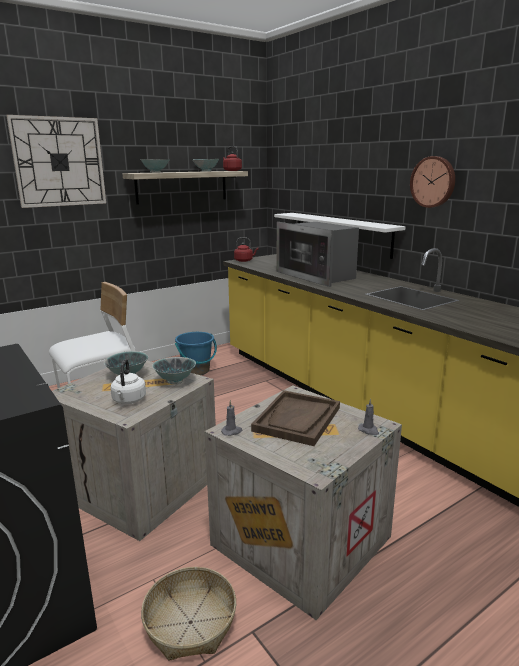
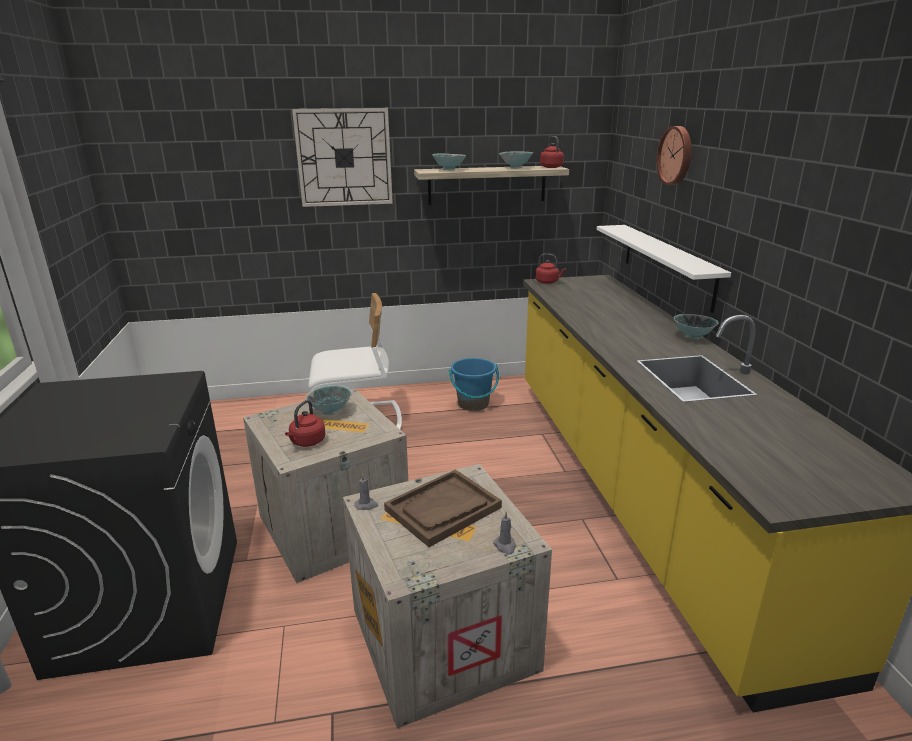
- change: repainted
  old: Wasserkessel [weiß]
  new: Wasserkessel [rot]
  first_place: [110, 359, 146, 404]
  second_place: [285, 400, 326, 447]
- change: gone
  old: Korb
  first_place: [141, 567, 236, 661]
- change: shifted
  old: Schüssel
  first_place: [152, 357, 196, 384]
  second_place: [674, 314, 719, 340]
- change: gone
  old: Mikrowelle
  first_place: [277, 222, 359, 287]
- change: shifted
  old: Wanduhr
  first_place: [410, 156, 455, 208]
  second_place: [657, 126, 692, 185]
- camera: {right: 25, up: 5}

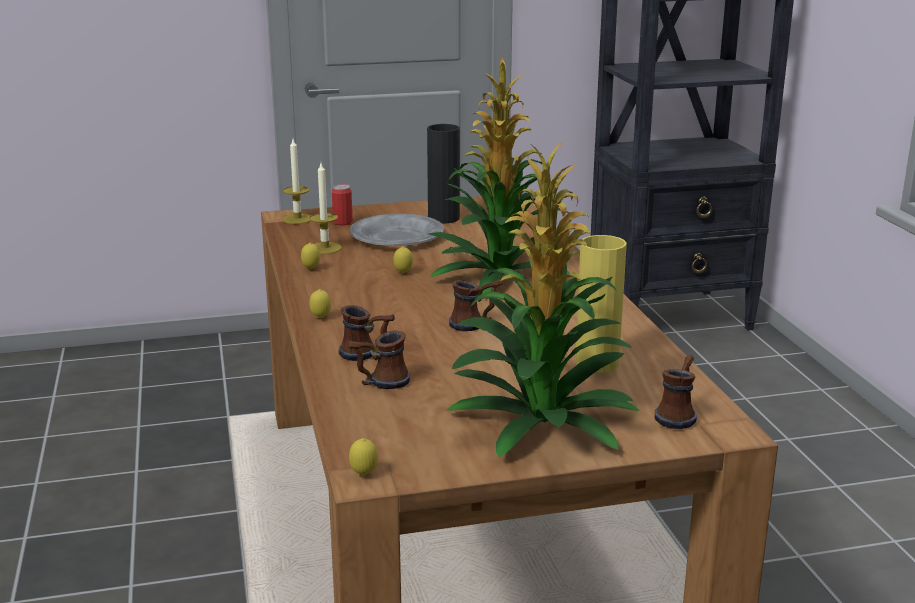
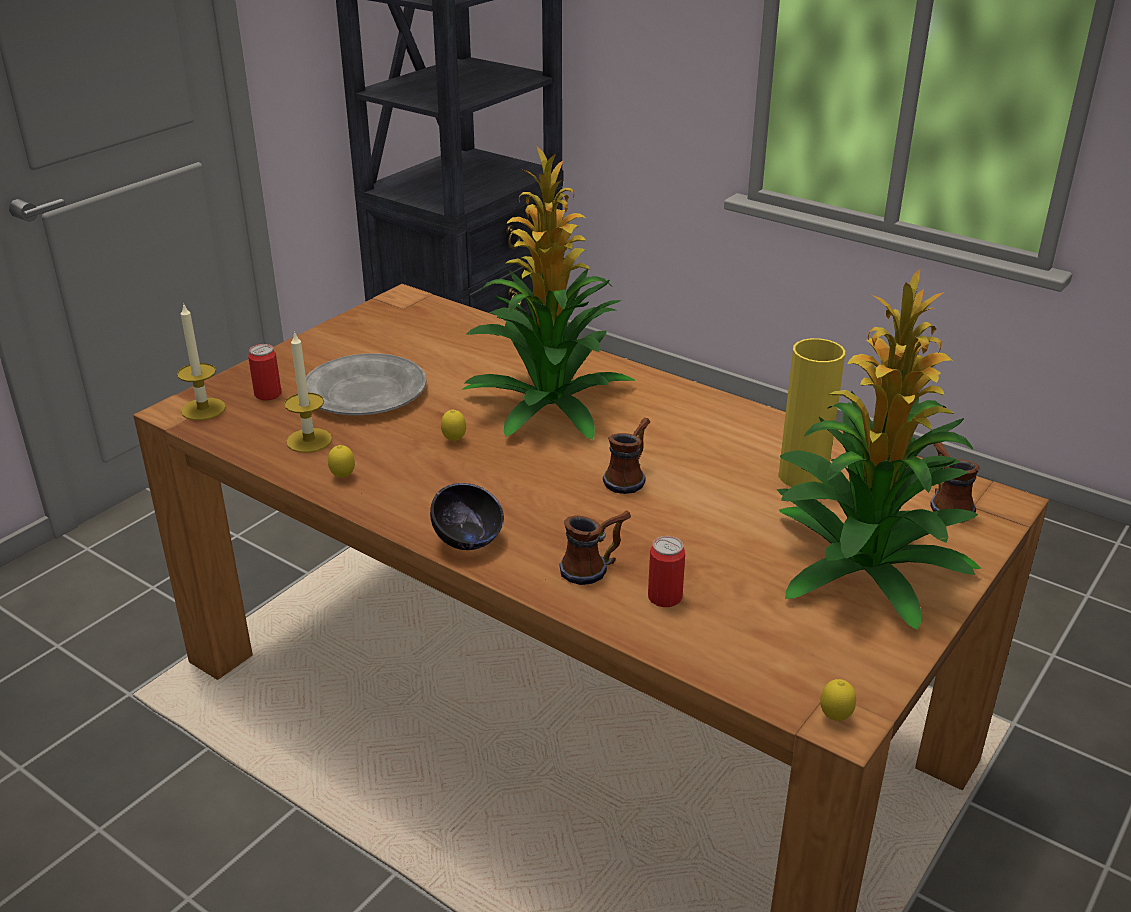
- change: swapped
  old: Zitrone
  new: Schüssel [schwarz]
  first_place: [309, 289, 331, 318]
  second_place: [430, 483, 504, 550]
- change: swapped
  old: Henkelbecher
  new: Dose
  first_place: [348, 330, 410, 389]
  second_place: [648, 536, 685, 607]
- change: gone
  old: Vase [schwarz]
  first_place: [427, 124, 460, 223]
- camera: {right: -40, up: 10}

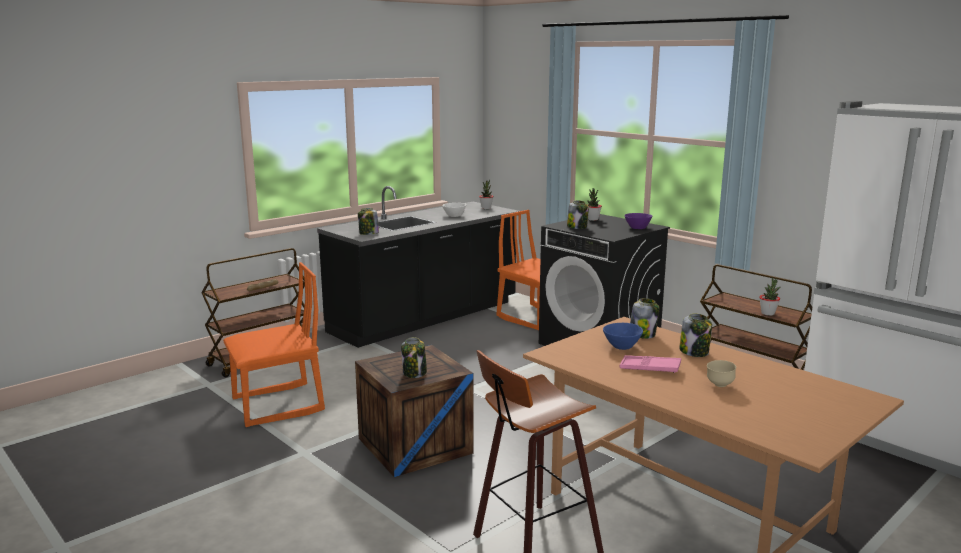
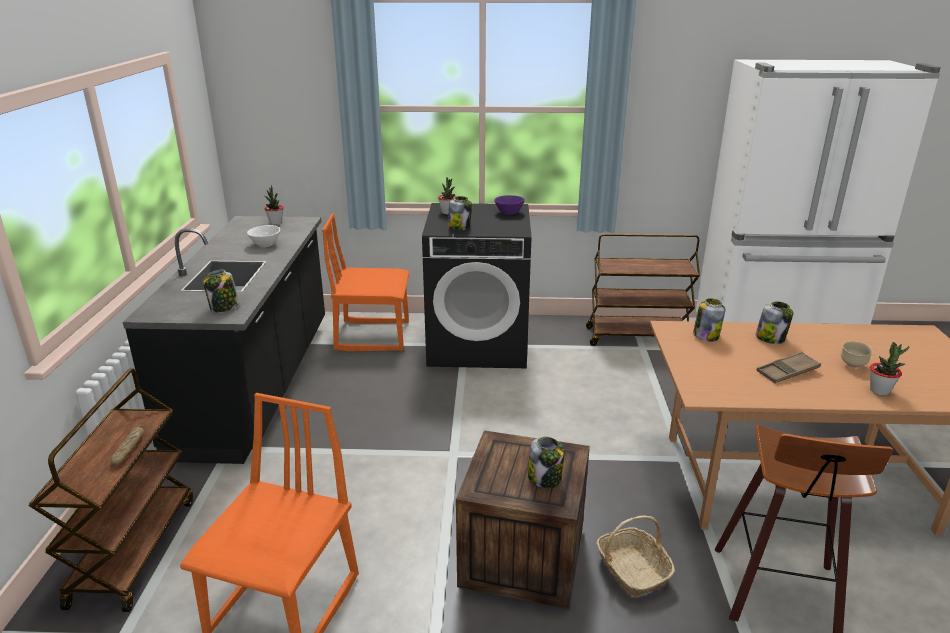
- change: gone
  old: Schüssel [blau]
  first_place: [603, 323, 643, 350]
- change: repainted
  old: Tablett [rosa]
  new: Tablett [braun]
  first_place: [620, 355, 681, 373]
  second_place: [756, 352, 821, 383]
- change: shifted
  old: Topfpflanze
  first_place: [759, 277, 781, 316]
  second_place: [870, 342, 909, 395]
- change: new
  new: Korb
  second_place: [596, 515, 675, 597]
- camera: {right: -45, up: 10}

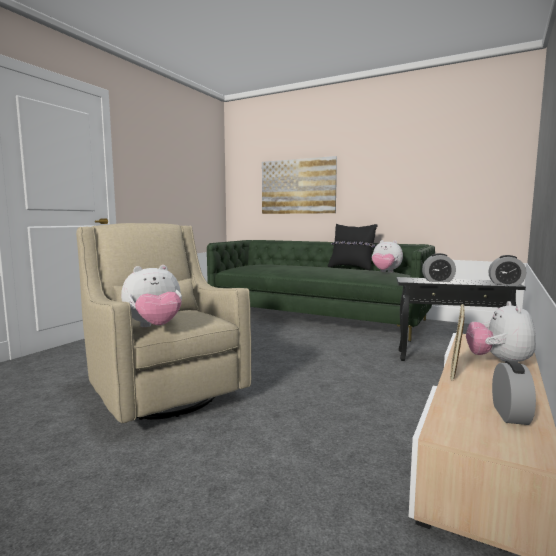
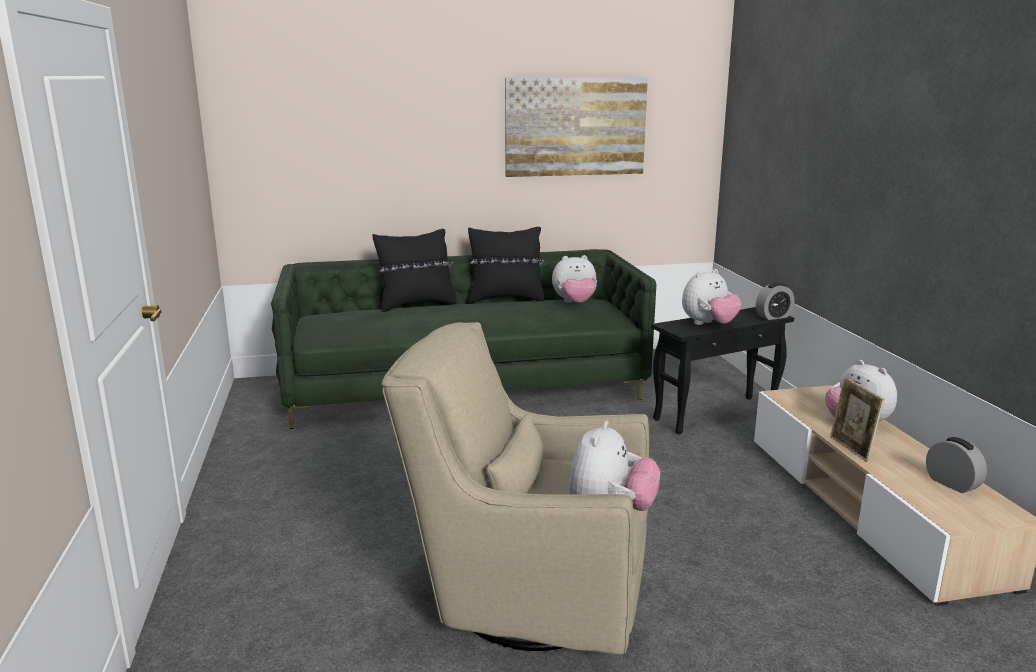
- change: shifted
  old: Bild
  first_place: [262, 156, 337, 214]
  second_place: [505, 78, 648, 177]
- change: swapped
  old: Wecker
  new: Plüschtier
  first_place: [422, 253, 456, 282]
  second_place: [682, 269, 742, 325]
- change: new
  new: Kissen [schwarz]
  second_place: [372, 229, 457, 312]
- camera: {right: -40, up: 10}

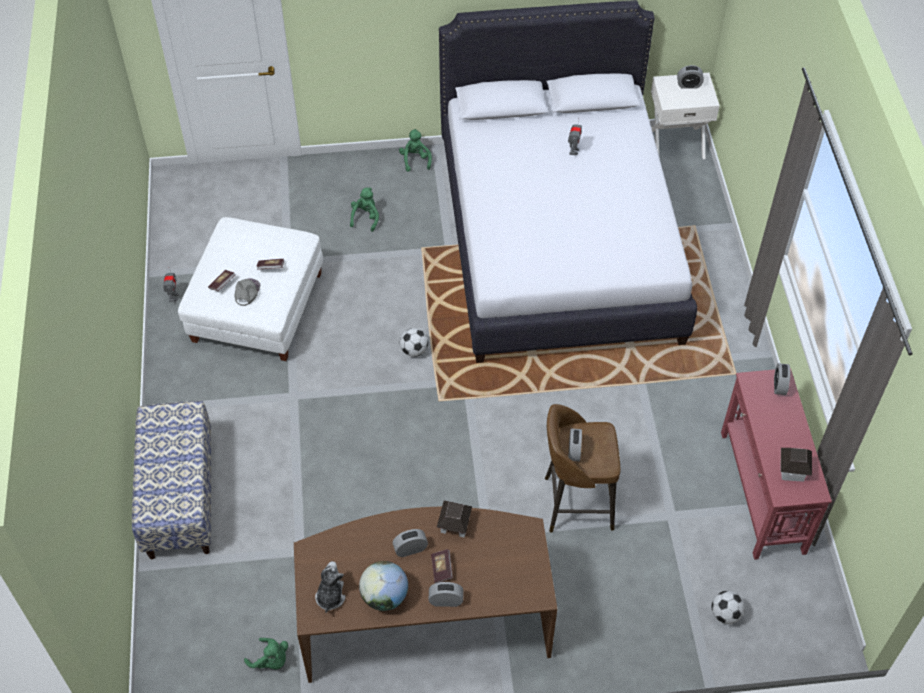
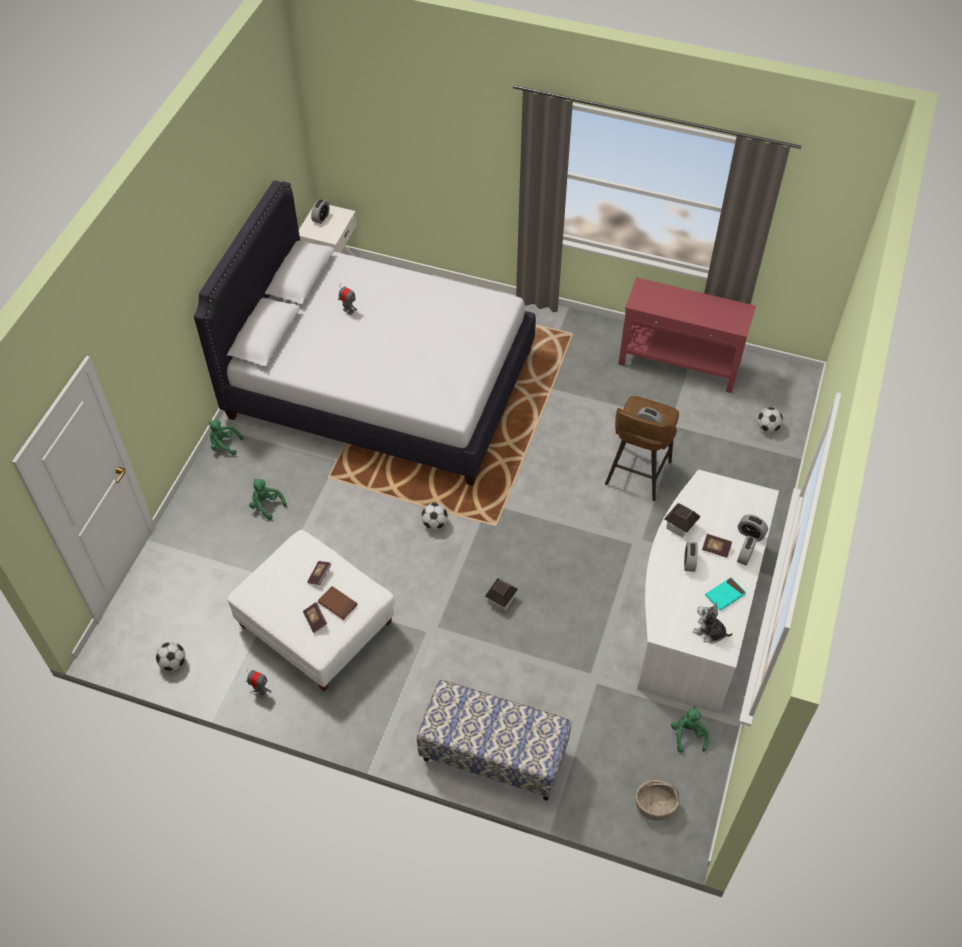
- change: swapped
  old: Kappe [grau]
  new: Buch [braun]
  first_place: [235, 278, 260, 306]
  second_place: [318, 586, 358, 620]
- change: rotated
  old: Plüschtier [grün]
  first_place: [244, 638, 288, 669]
  second_place: [671, 706, 709, 753]
  degrees: -60
- change: repainted
  old: Schreibtisch [braun]
  new: Schreibtisch [weiß]
  first_place: [294, 506, 557, 683]
  second_place: [637, 469, 779, 714]
- change: swapped
  old: Globus
  new: Buch [türkis]
  first_place: [359, 561, 408, 611]
  second_place: [705, 578, 746, 611]
- change: shifted
  old: Wecker
  first_place: [774, 363, 790, 395]
  second_place: [738, 515, 768, 541]
- change: shifted
  old: Spielzeughaus
  first_place: [780, 448, 812, 482]
  second_place: [485, 578, 518, 611]
- change: new
  new: Fußball
  second_place: [156, 642, 185, 671]
- change: new
  new: Korb
  second_place: [636, 780, 680, 821]
- camera: {right: -65, up: 0}

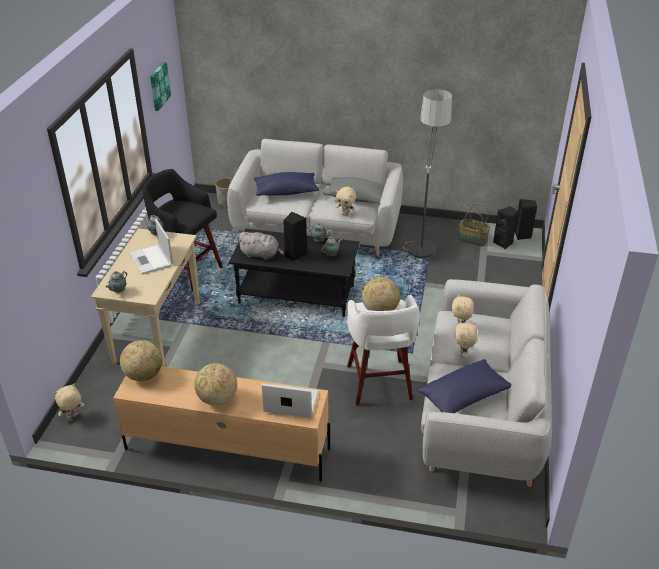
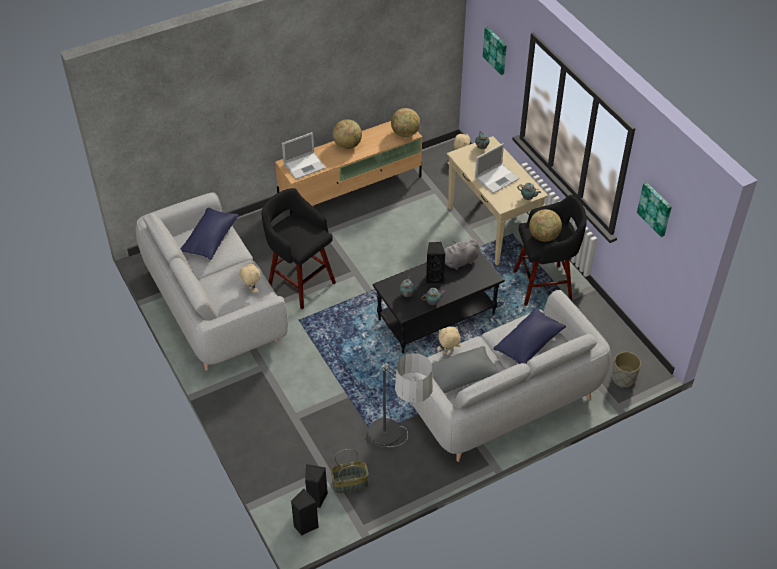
- change: rotated
  old: Laptop
  first_place: [129, 219, 173, 275]
  second_place: [475, 143, 520, 193]
  degrees: 120
- change: repainted
  old: Hocker [weiß]
  new: Hocker [schwarz]
  first_place: [346, 295, 420, 406]
  second_place: [261, 188, 336, 309]
- change: shifted
  old: Globus
  first_place: [362, 277, 400, 311]
  second_place: [529, 209, 562, 242]
- change: gone
  old: Plüschtier [beige]
  first_place: [455, 320, 477, 358]
- change: new
  new: Bild
  second_place: [483, 27, 507, 75]
- camera: {right: 140, up: 10}

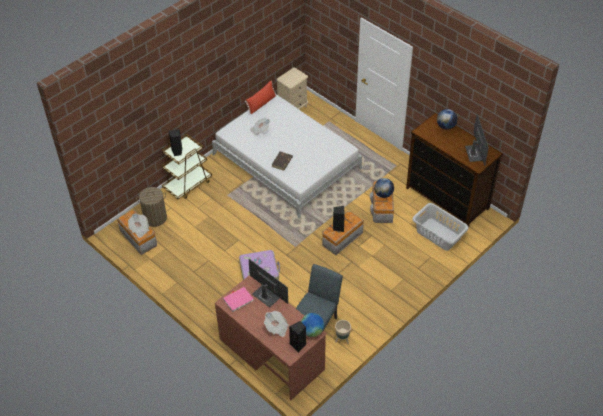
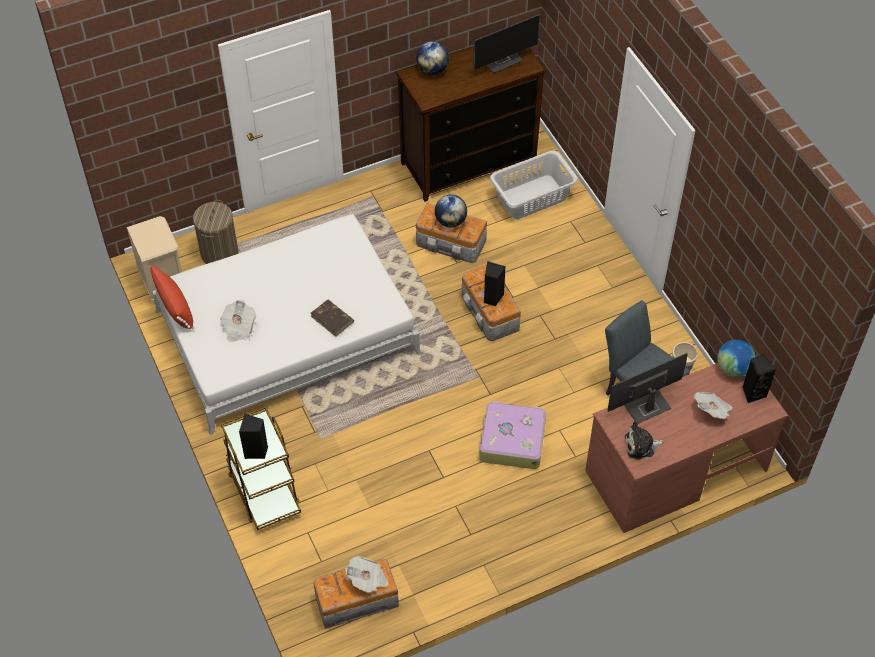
- change: shifted
  old: Wäschekorb
  first_place: [136, 187, 167, 227]
  second_place: [193, 200, 238, 264]
- change: swapped
  old: Buch [rosa]
  new: Plüschtier
  first_place: [223, 287, 254, 312]
  second_place: [625, 421, 664, 460]
- change: rotated
  old: Monitor
  first_place: [465, 114, 489, 166]
  second_place: [473, 14, 540, 73]
  degrees: 135
- camera: {right: -70, up: 5}

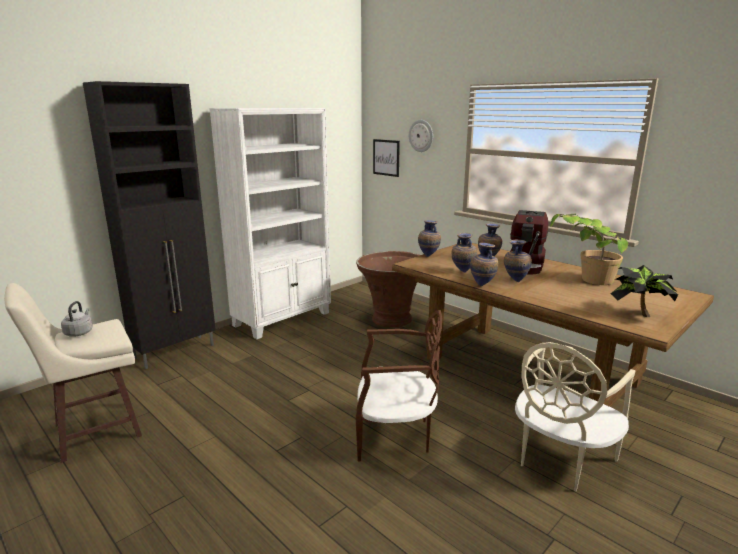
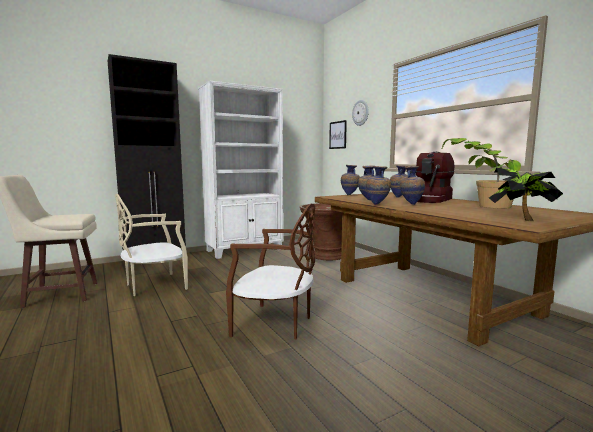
- change: gone
  old: Wasserkessel [grau]
  first_place: [61, 301, 93, 337]
- change: shifted
  old: Stuhl [beige]
  first_place: [515, 342, 635, 492]
  second_place: [115, 194, 188, 296]
- camera: {right: 15, up: -10}

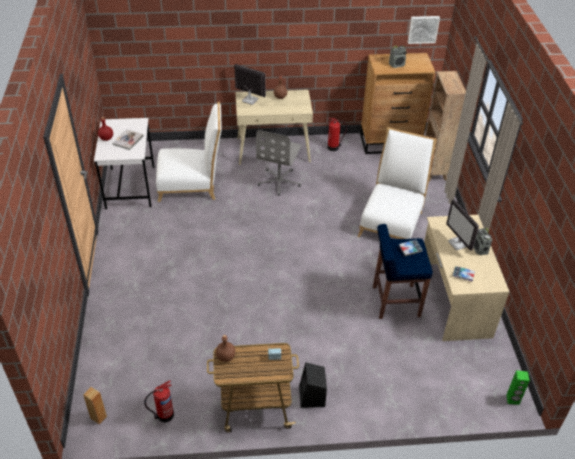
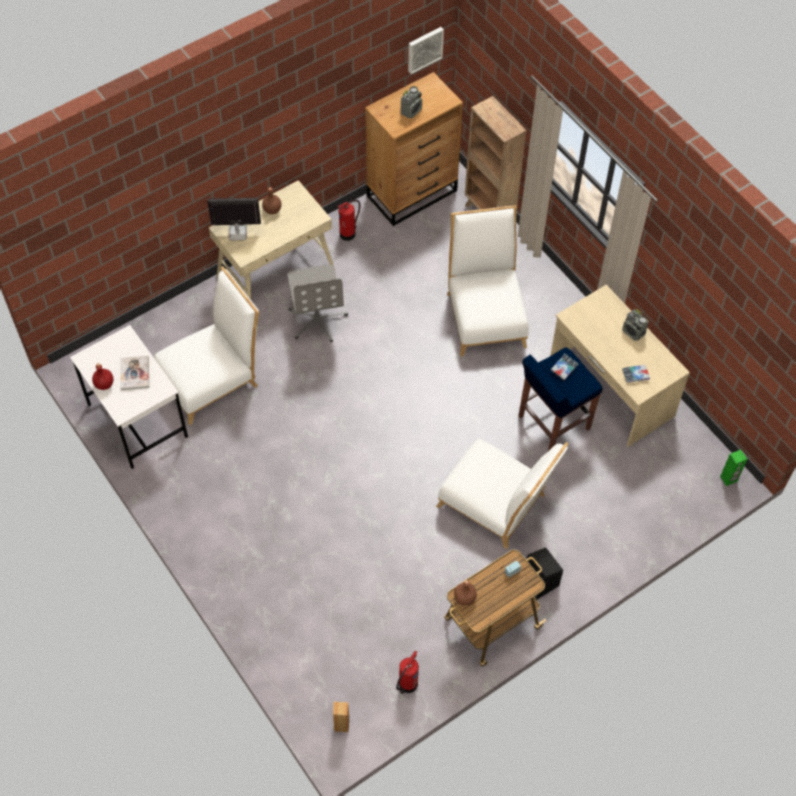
- change: gone
  old: Monitor
  first_place: [446, 199, 479, 251]
- change: new
  new: Stuhl [weiß]
  second_place: [436, 438, 569, 549]
- camera: {right: -30, up: 15}

